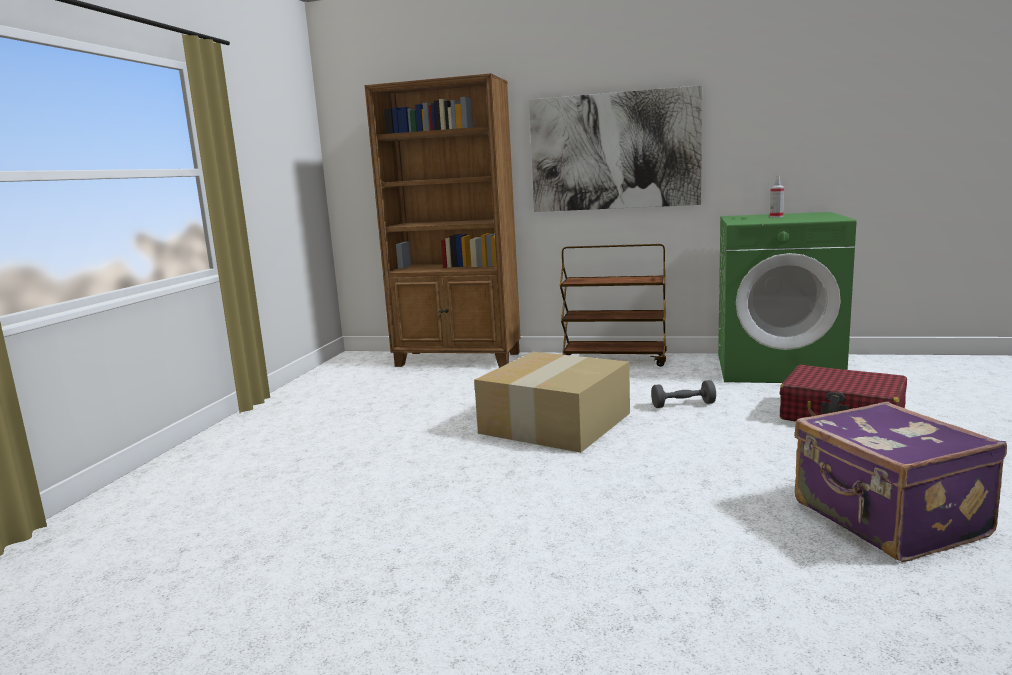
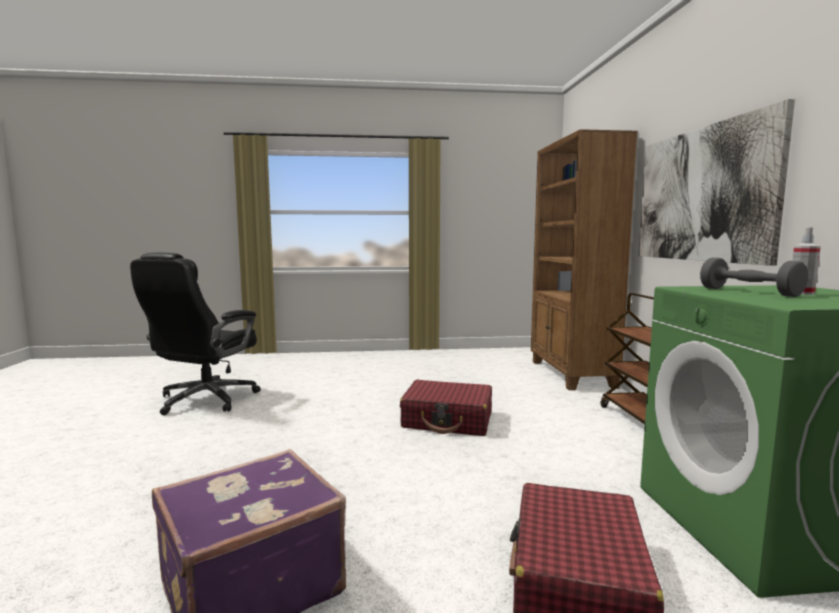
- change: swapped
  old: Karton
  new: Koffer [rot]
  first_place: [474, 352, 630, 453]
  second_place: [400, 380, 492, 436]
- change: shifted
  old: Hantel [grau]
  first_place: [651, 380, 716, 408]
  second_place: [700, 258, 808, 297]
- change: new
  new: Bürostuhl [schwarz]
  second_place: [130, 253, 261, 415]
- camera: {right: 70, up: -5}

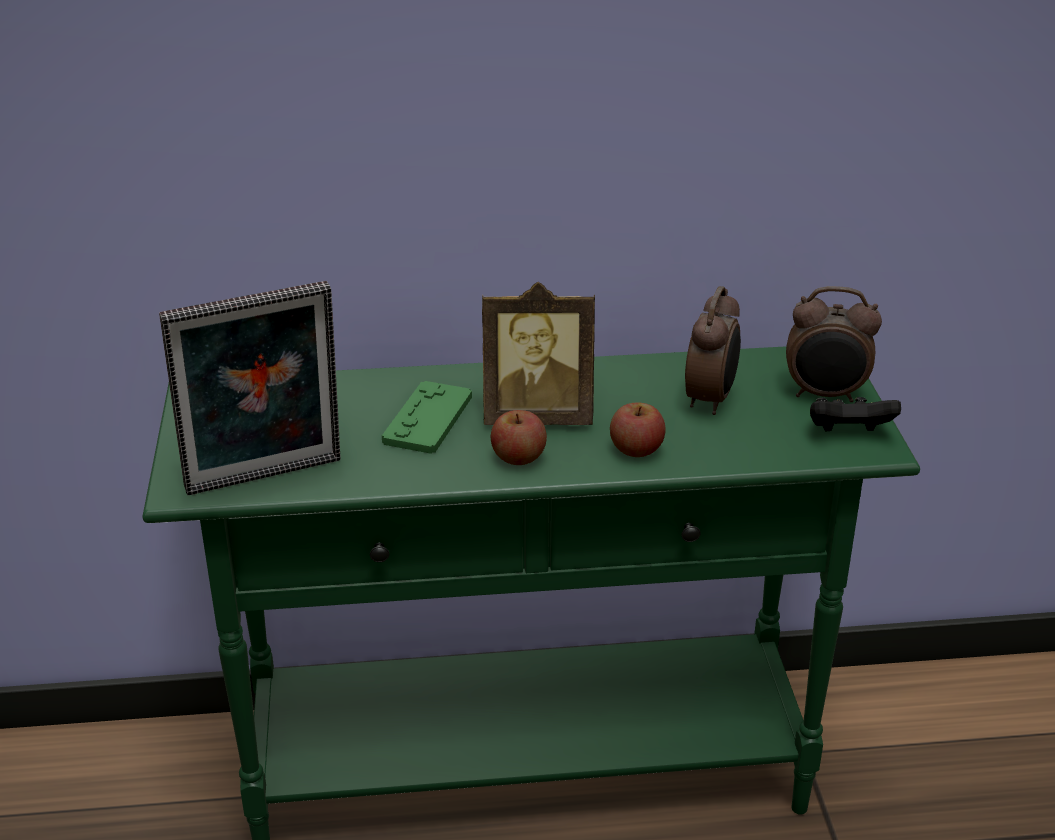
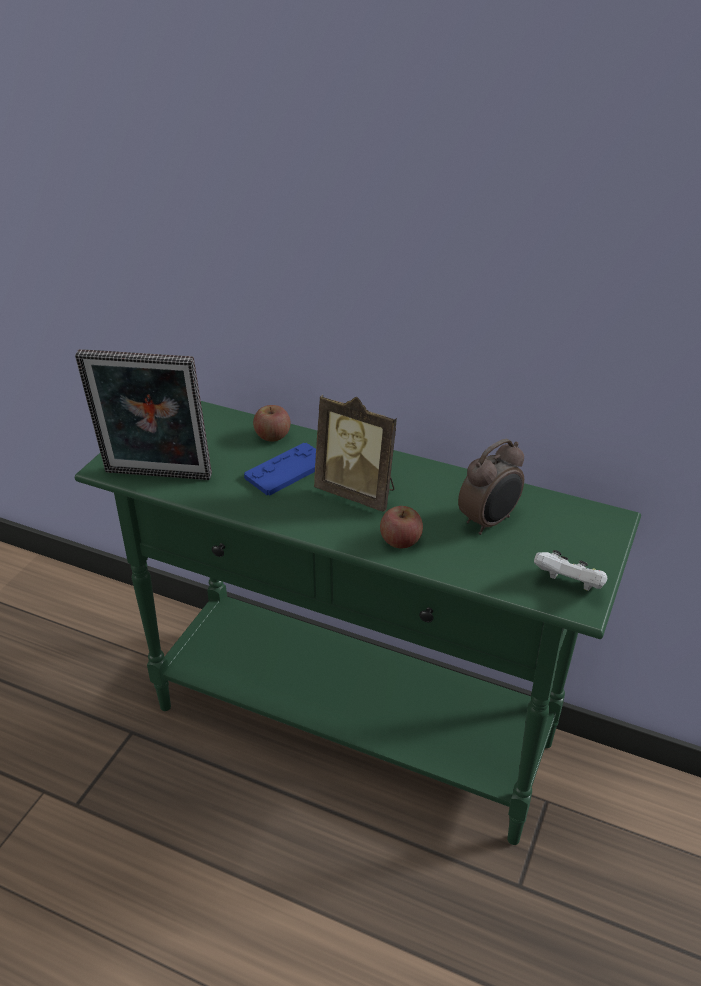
- change: repainted
  old: Gamepad [grün]
  new: Gamepad [blau]
  first_place: [382, 381, 472, 454]
  second_place: [244, 443, 316, 495]
- change: shifted
  old: Apfel
  first_place: [491, 410, 547, 465]
  second_place: [253, 405, 290, 442]
- change: gone
  old: Wecker
  first_place: [786, 286, 882, 402]
- change: repainted
  old: Gamepad [schwarz]
  new: Gamepad [weiß]
  first_place: [810, 397, 901, 432]
  second_place: [534, 550, 607, 591]
- camera: {right: 30, up: 5}

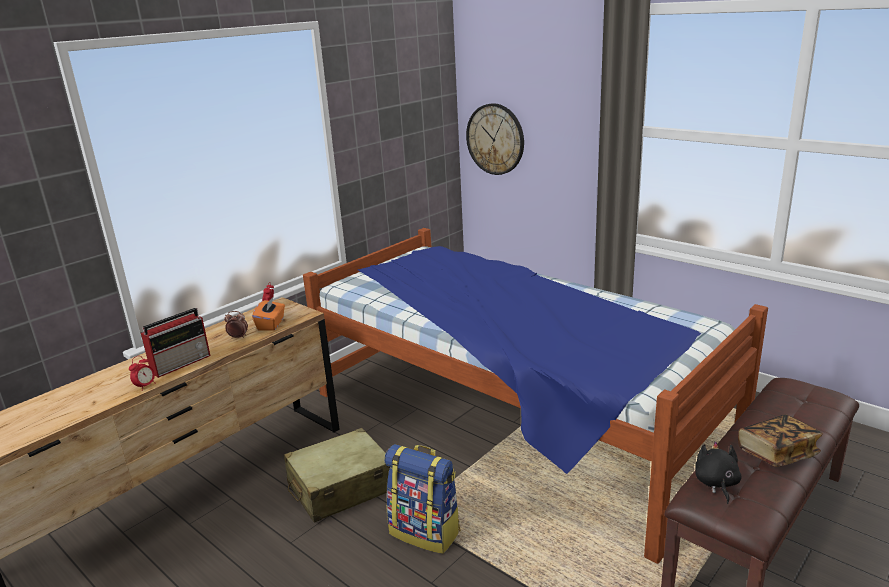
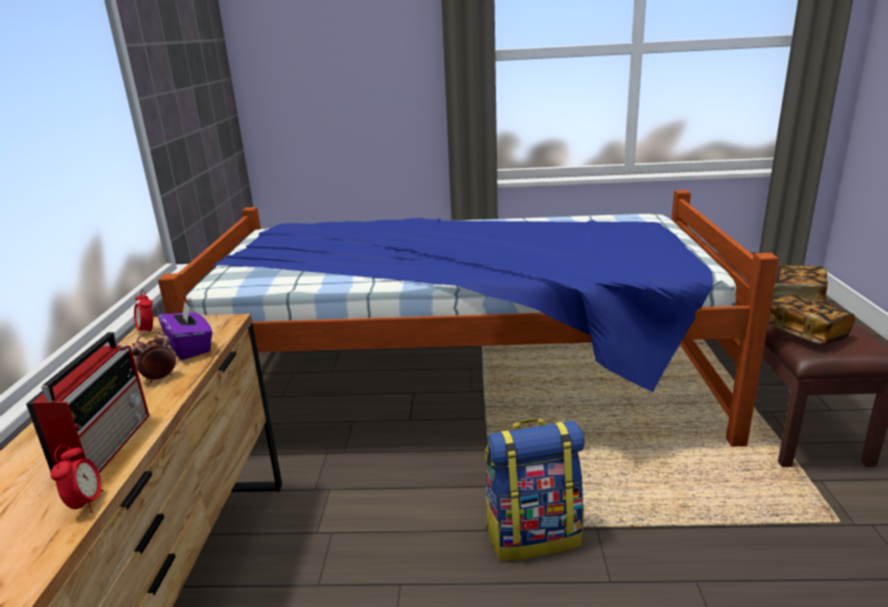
- change: repainted
  old: Taschentuchbox [orange]
  new: Taschentuchbox [lila]
  first_place: [252, 296, 285, 331]
  second_place: [158, 302, 213, 360]
- change: gone
  old: Koffer [beige]
  first_place: [284, 428, 390, 523]
- change: gone
  old: Wanduhr
  first_place: [466, 103, 524, 175]
- change: swapped
  old: Plüschtier [schwarz]
  new: Buch
  first_place: [695, 441, 741, 504]
  second_place: [768, 295, 855, 345]
- camera: {right: -40, up: 0}

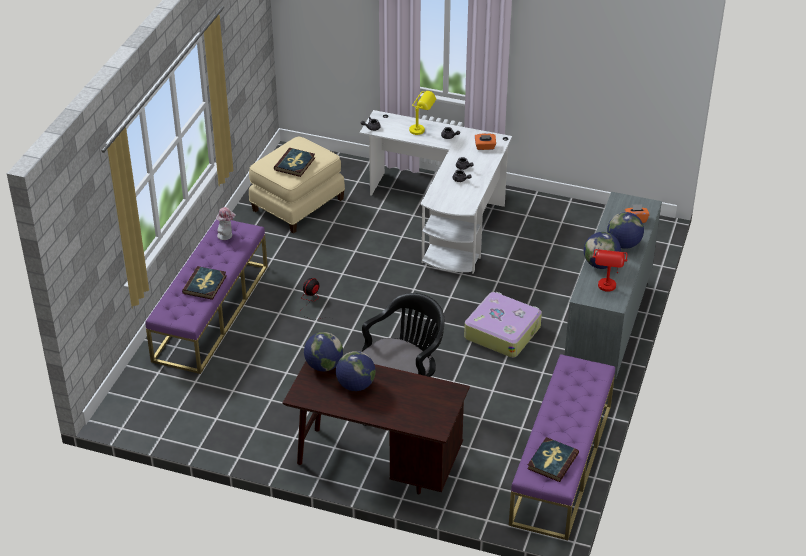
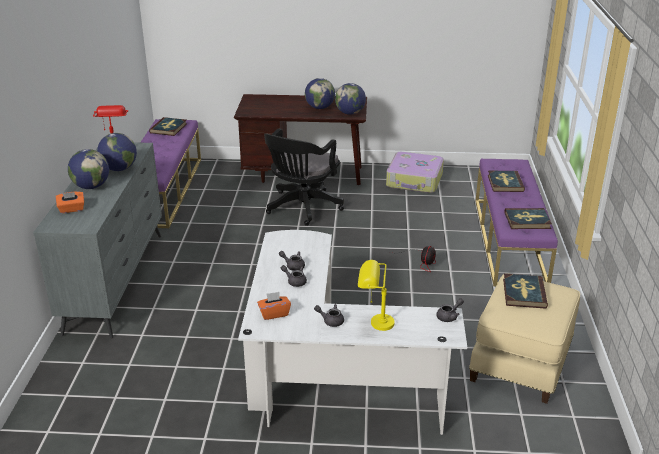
- change: swapped
  old: Hut
  new: Buch
  first_place: [216, 207, 236, 240]
  second_place: [504, 208, 552, 229]
- change: shifted
  old: Koffer
  first_place: [464, 292, 542, 358]
  second_place: [386, 152, 444, 193]
- camera: {right: 165, up: -10}

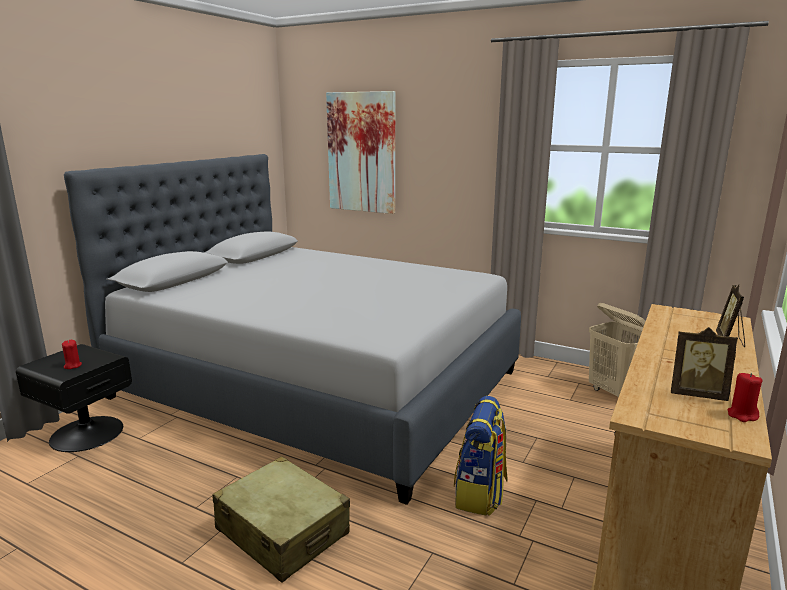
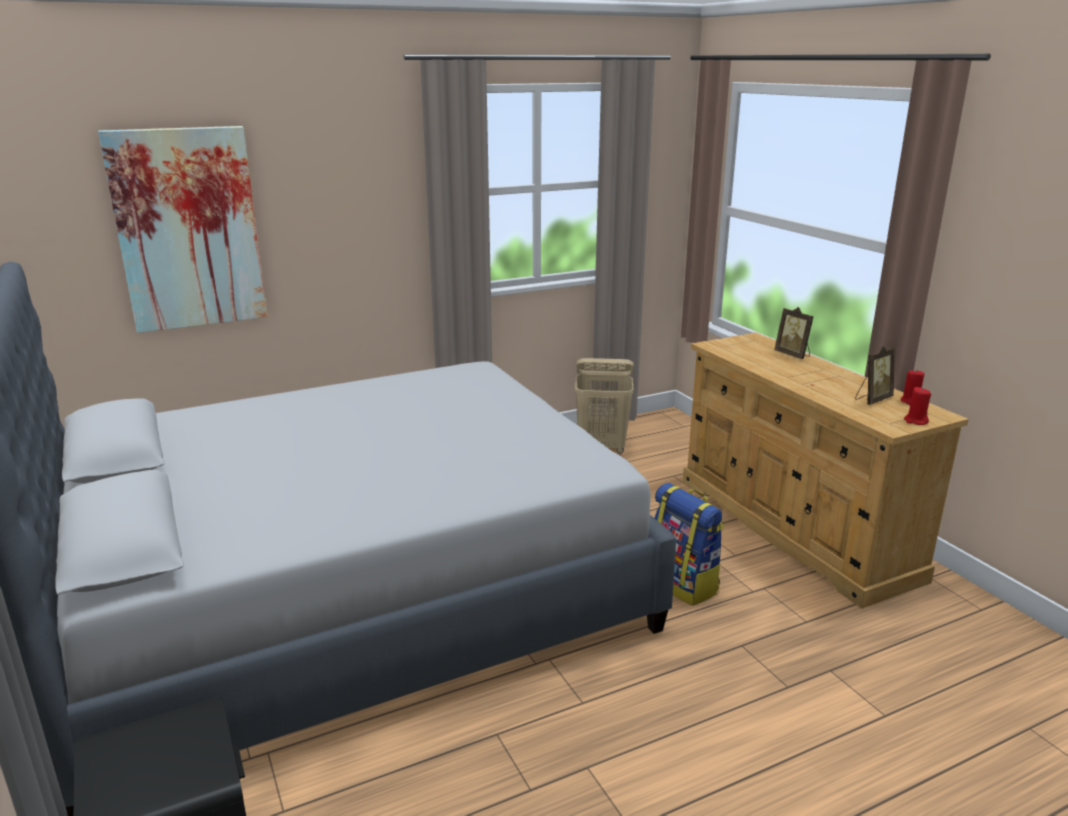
- change: shifted
  old: Kerze [rot]
  first_place: [62, 340, 82, 369]
  second_place: [904, 387, 931, 425]
- change: gone
  old: Koffer [beige]
  first_place: [212, 456, 350, 583]
- camera: {right: -55, up: 5}

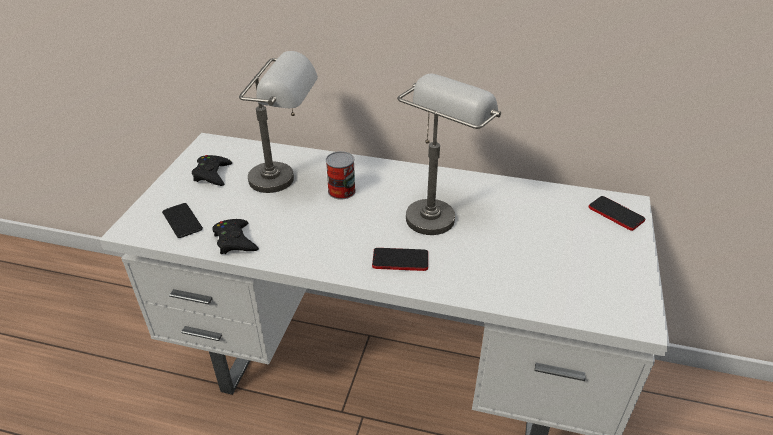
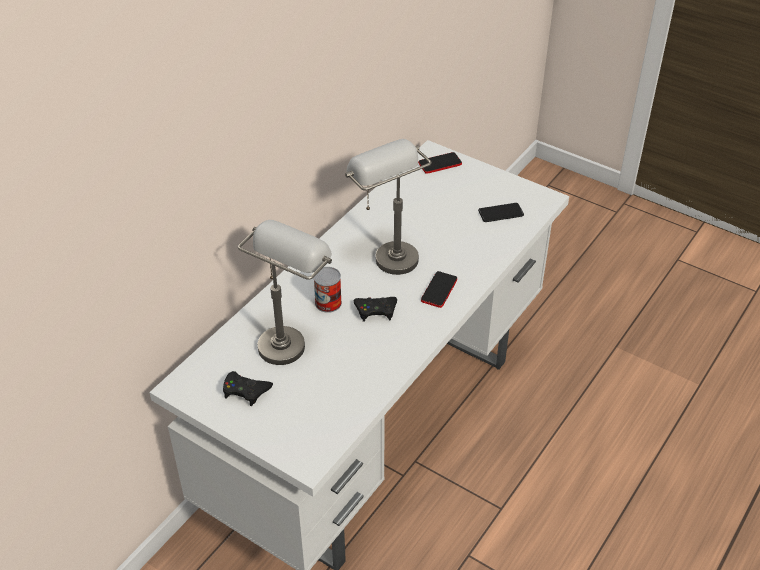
- change: shifted
  old: Handy
  first_place: [162, 203, 203, 238]
  second_place: [478, 203, 524, 222]
- change: shifted
  old: Gamepad [schwarz]
  first_place: [212, 219, 259, 254]
  second_place: [354, 297, 397, 322]
- camera: {right: -70, up: 5}

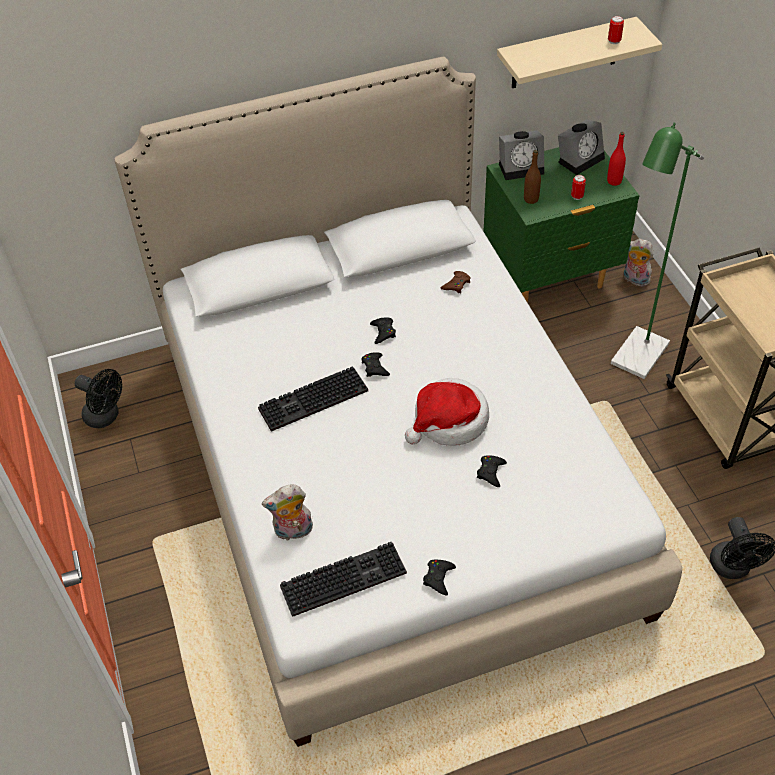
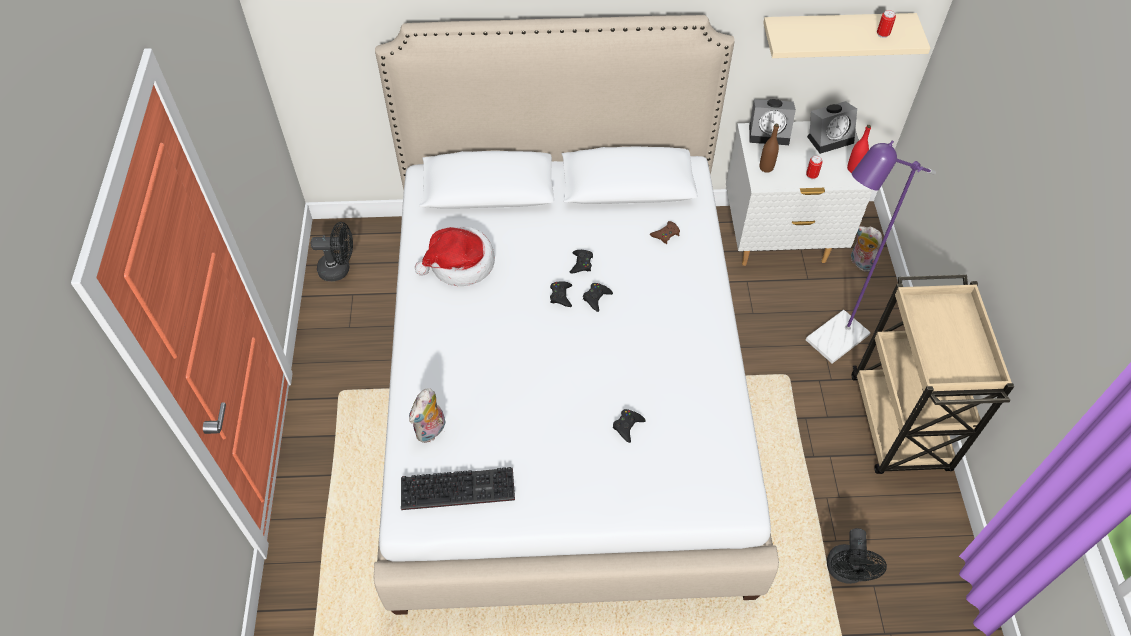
- change: rotated
  old: Ventilator [schwarz]
  first_place: [75, 369, 122, 428]
  second_place: [311, 222, 353, 281]
  degrees: -45
- change: gone
  old: Tastatur
  first_place: [258, 366, 368, 432]
- change: rotated
  old: Plüschtier
  first_place: [262, 484, 313, 541]
  second_place: [409, 388, 445, 443]
  degrees: -60
- change: shifted
  old: Hut
  first_place: [405, 378, 489, 446]
  second_place: [415, 227, 495, 286]
- change: shifted
  old: Gamepad [schwarz]
  first_place: [423, 560, 456, 595]
  second_place: [583, 283, 613, 312]
- change: repainted
  old: Nachttisch [grün]
  new: Nachttisch [weiß]
  first_place: [483, 147, 639, 303]
  second_place: [726, 121, 873, 266]
- change: repainted
  old: Stehlampe [grün]
  new: Stehlampe [lila]
  first_place: [611, 123, 704, 379]
  second_place: [805, 140, 936, 364]
- camera: {right: 15, up: 5}

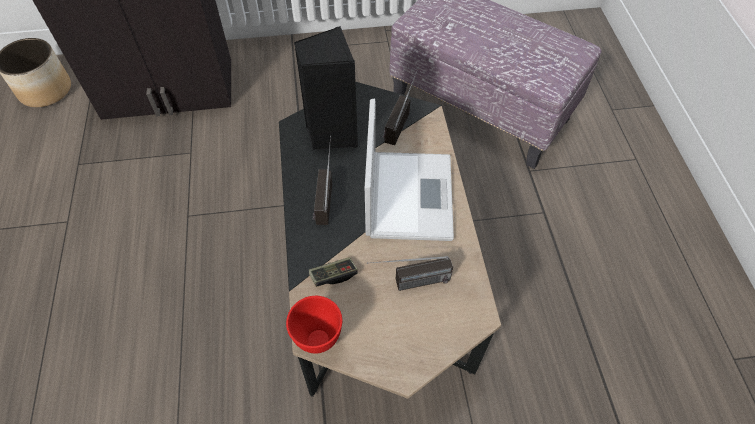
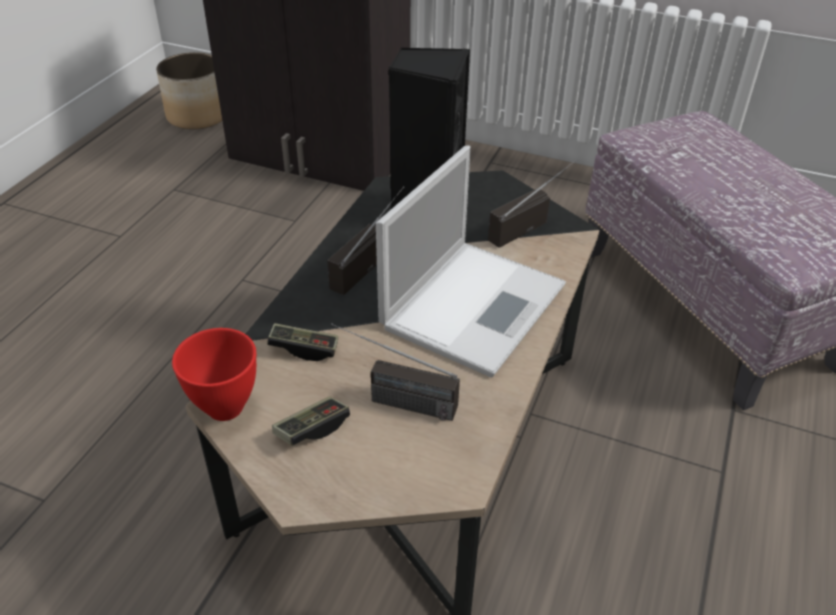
- change: new
  new: Gamepad
  second_place: [272, 397, 350, 446]
- camera: {right: 30, up: -15}

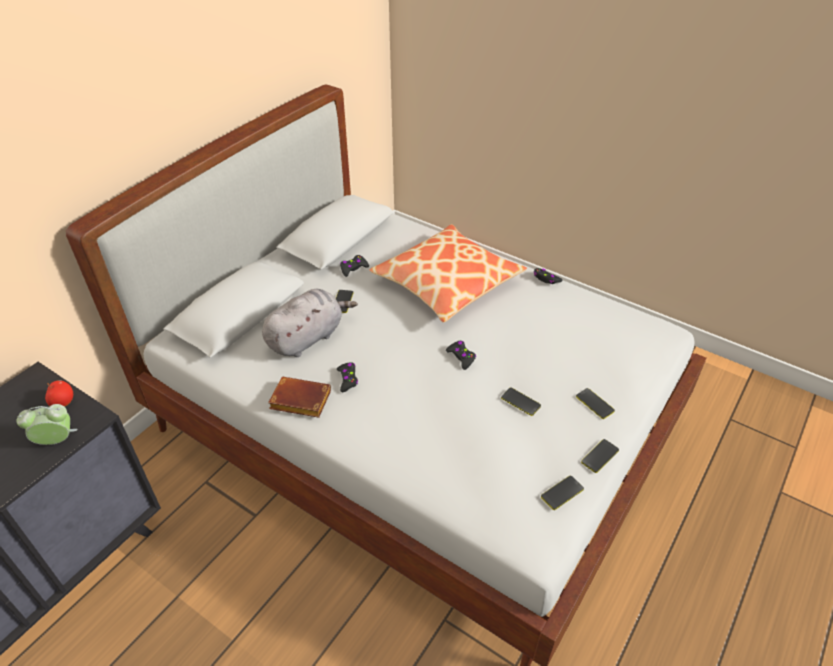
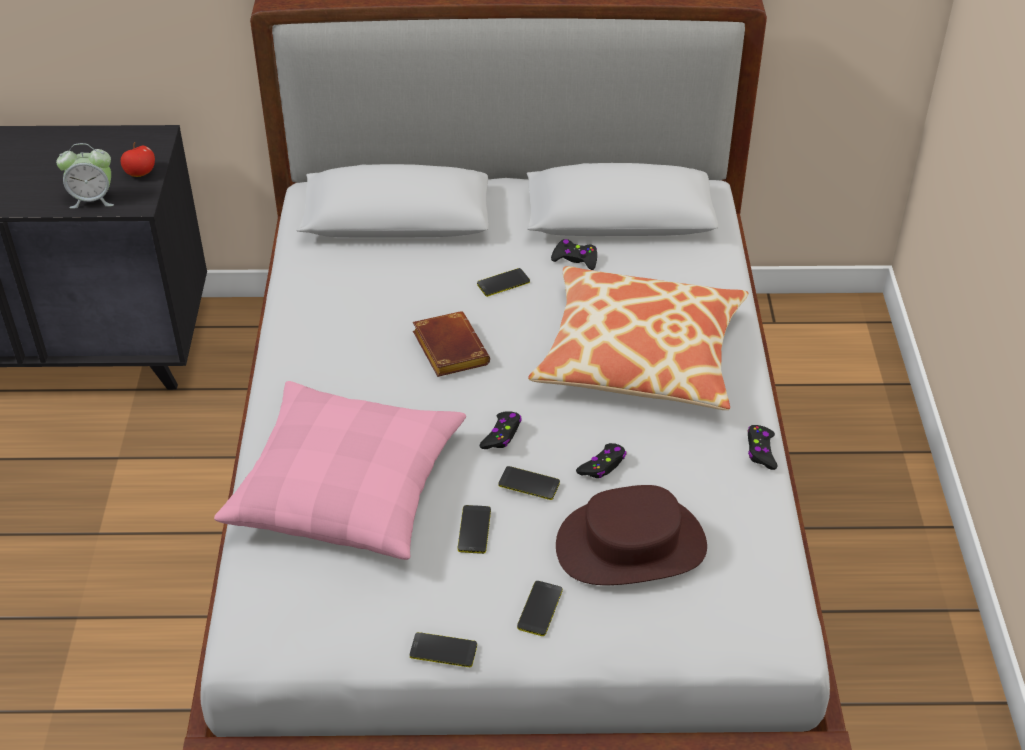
- change: rotated
  old: Wecker
  first_place: [17, 404, 78, 445]
  second_place: [56, 143, 114, 209]
  degrees: 135
- change: gone
  old: Plüschtier [grau]
  first_place: [262, 289, 358, 357]
- change: shifted
  old: Buch [braun]
  first_place: [268, 377, 331, 418]
  second_place: [413, 311, 490, 377]
- change: shifted
  old: Gamepad [schwarz]
  first_place: [337, 362, 358, 392]
  second_place: [576, 443, 627, 478]
- change: shifted
  old: Handy
  first_place: [541, 476, 584, 510]
  second_place: [498, 466, 560, 500]
- change: new
  new: Kissen [rosa]
  second_place: [214, 381, 466, 560]
- change: new
  new: Hut [braun]
  second_place: [556, 485, 707, 585]
- camera: {right: 55, up: 0}

